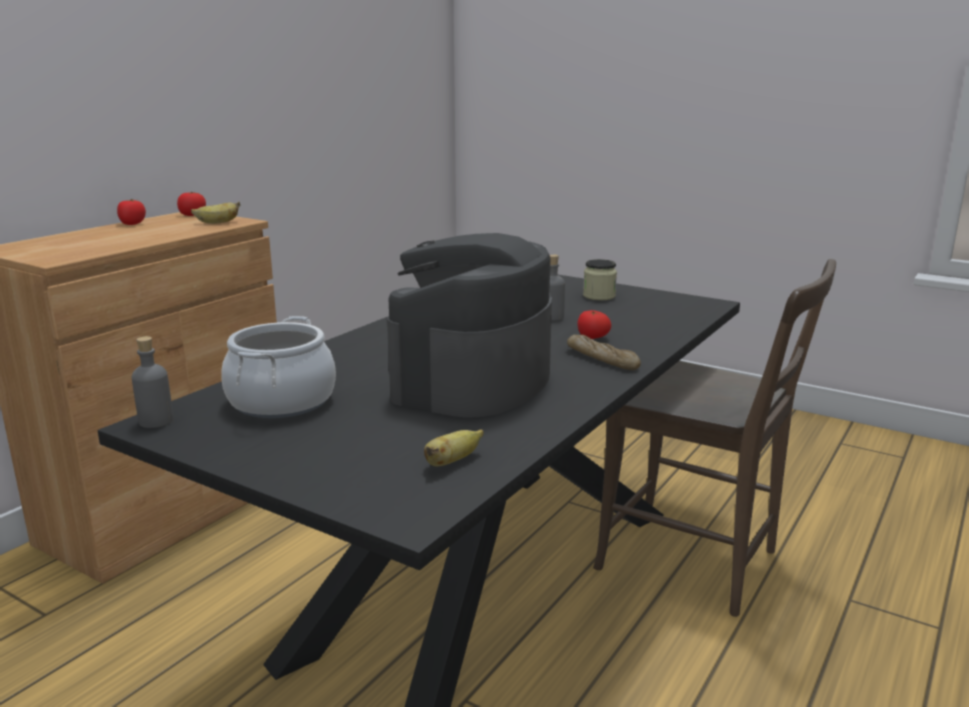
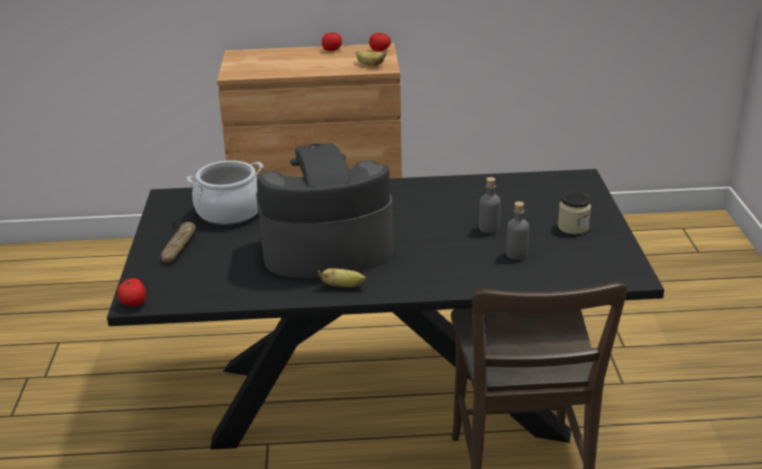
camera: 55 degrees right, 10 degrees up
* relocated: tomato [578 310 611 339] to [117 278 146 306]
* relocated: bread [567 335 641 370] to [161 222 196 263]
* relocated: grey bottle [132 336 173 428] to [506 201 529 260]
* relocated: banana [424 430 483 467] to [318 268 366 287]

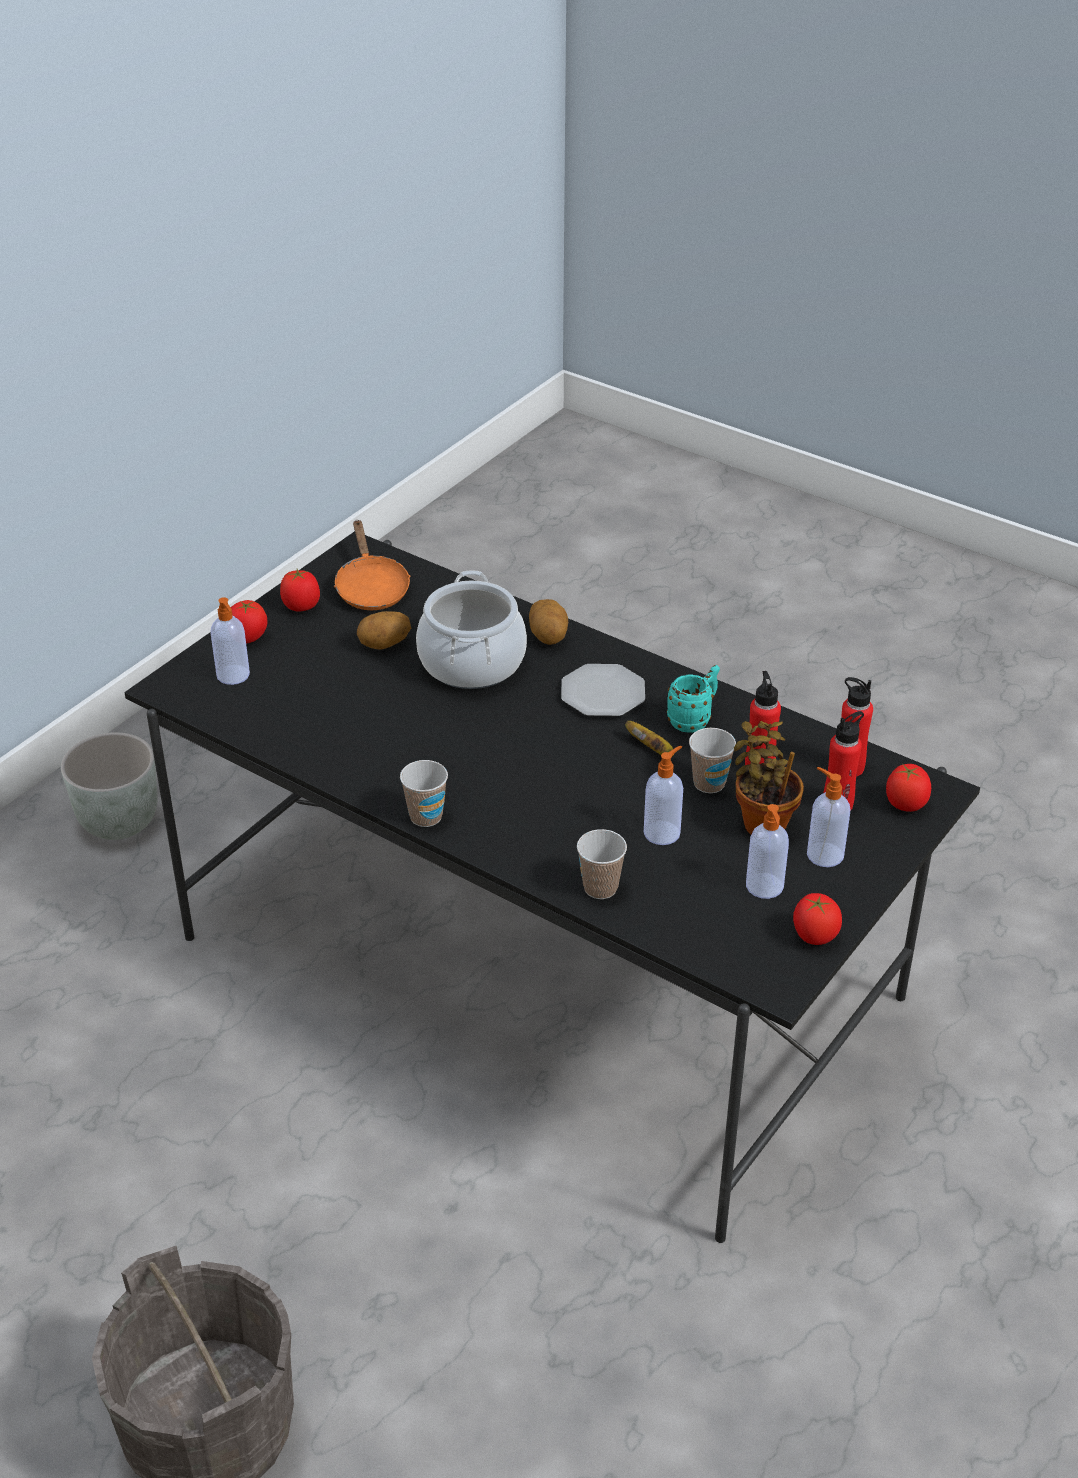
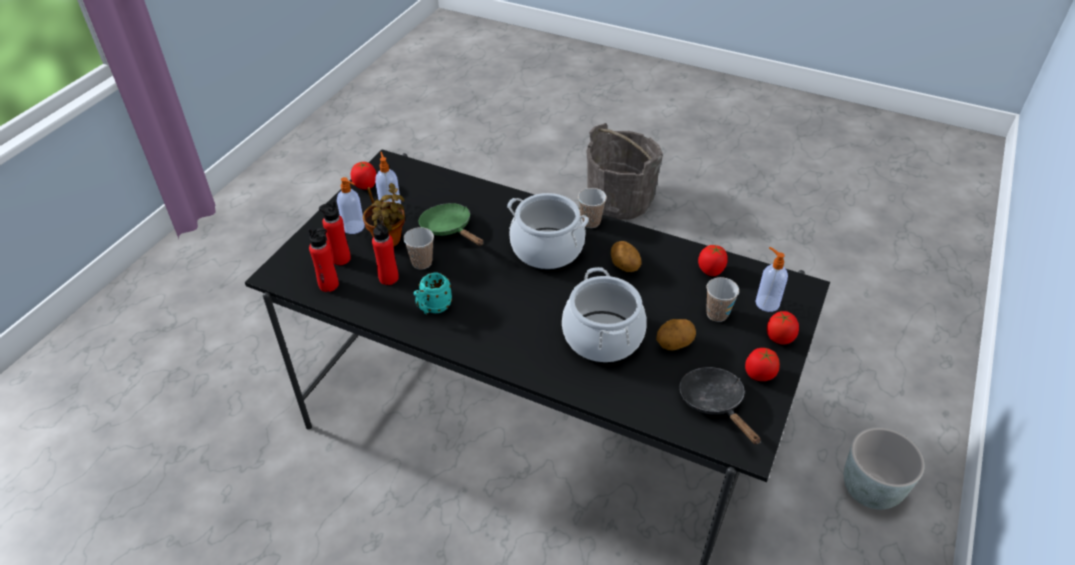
camera: 170 degrees right, 5 degrees up
* colour: orange frying pan [334 520 410 610] to black frying pan [679 367 761 444]
* relocated: potato [529 599 568 645] to [611 241 642 272]
* missing: plate [561 664 645 717]
* missing: banana [625 721 674 757]
* exchanged: soap dispenser [644 746 683 845] to green frying pan [419 203 484 246]
* relocated: tomato [886 764 931 812] to [698 245 728 276]
* relocated: cup [577 829 627 899] to [706 277 739 322]
* appeared: cooking pot [507 193 589 269]

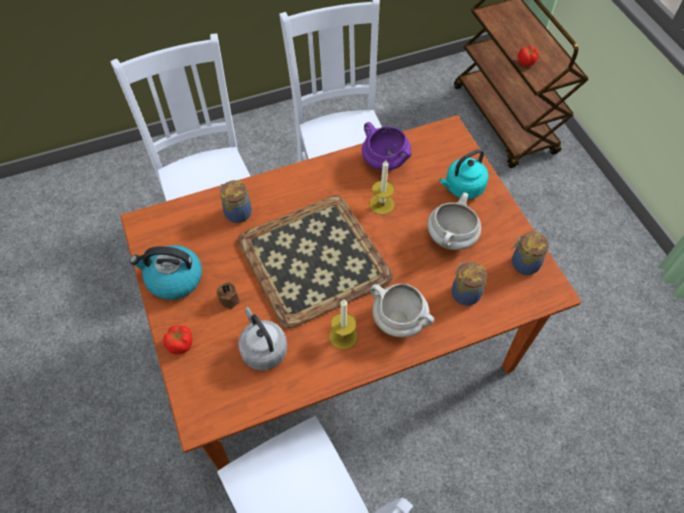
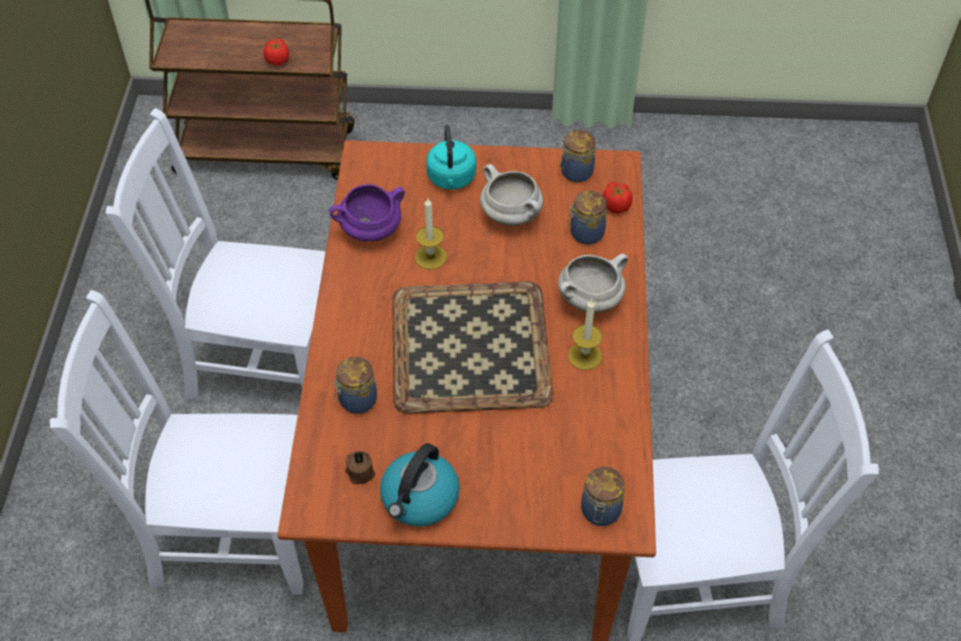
camera: 65 degrees left, 5 degrees down
* relocated: brown candle [216 282 240 309] to [345 451 375 484]
* missing: grey kettle [238 307 287 370]
* relocated: tomato [163 325 193 355] to [603 182 633 214]
* appeared: jar [581 467 625 526]

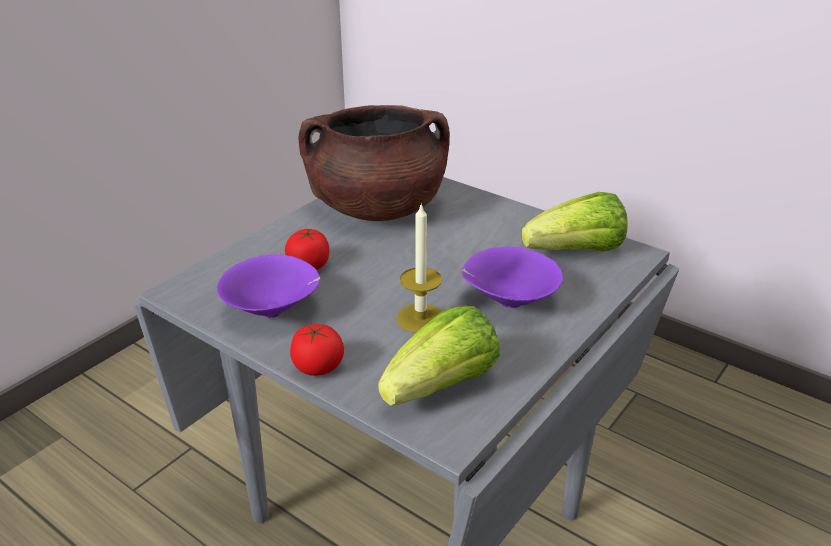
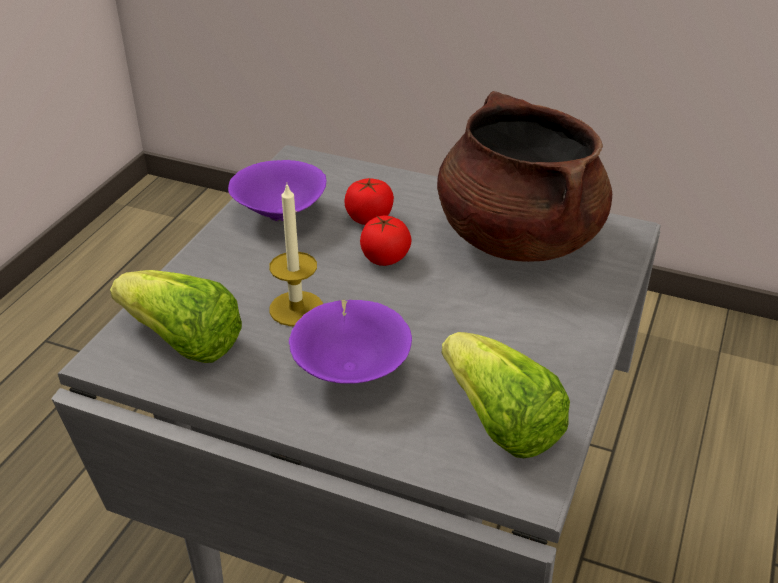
camera: 75 degrees right, 5 degrees up
* relocated: tomato [290 324 344 376] to [360 216 412 266]

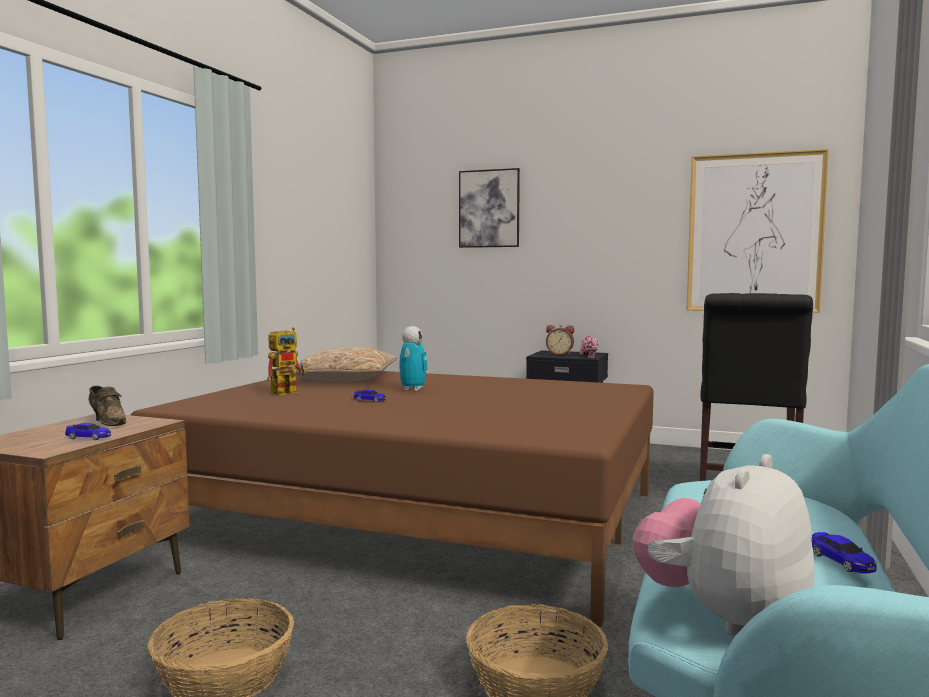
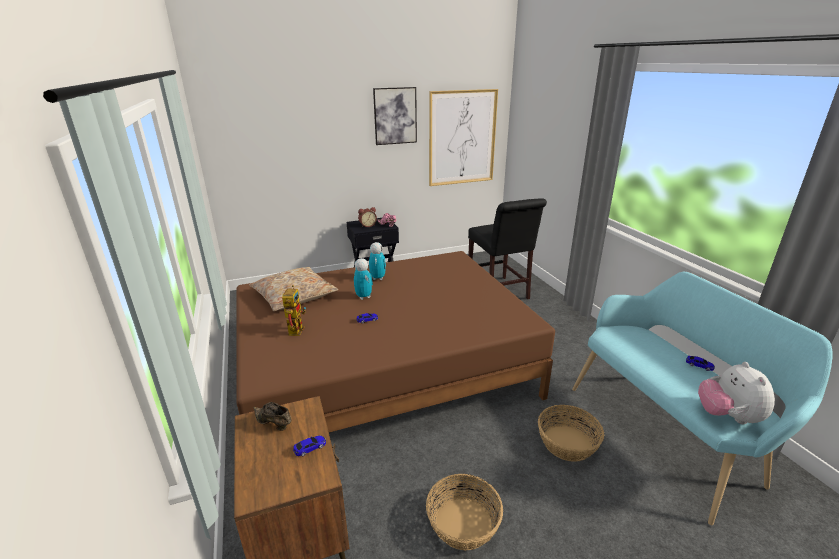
camera: 40 degrees left, 20 degrees up
* relocated: picture [459 168 520 248] to [373 87 417 145]
* spun: brown shoe [88 386 126 426] = [253 402 292 431] 150 degrees counterclockwise
* appeared: toy robot [369 242 386 280]

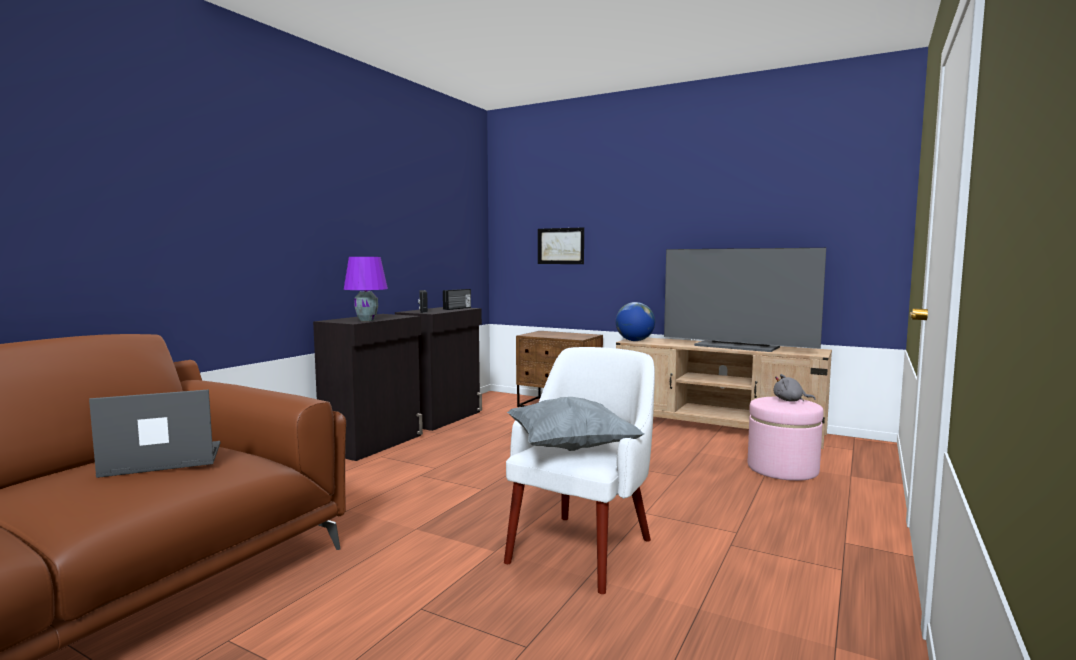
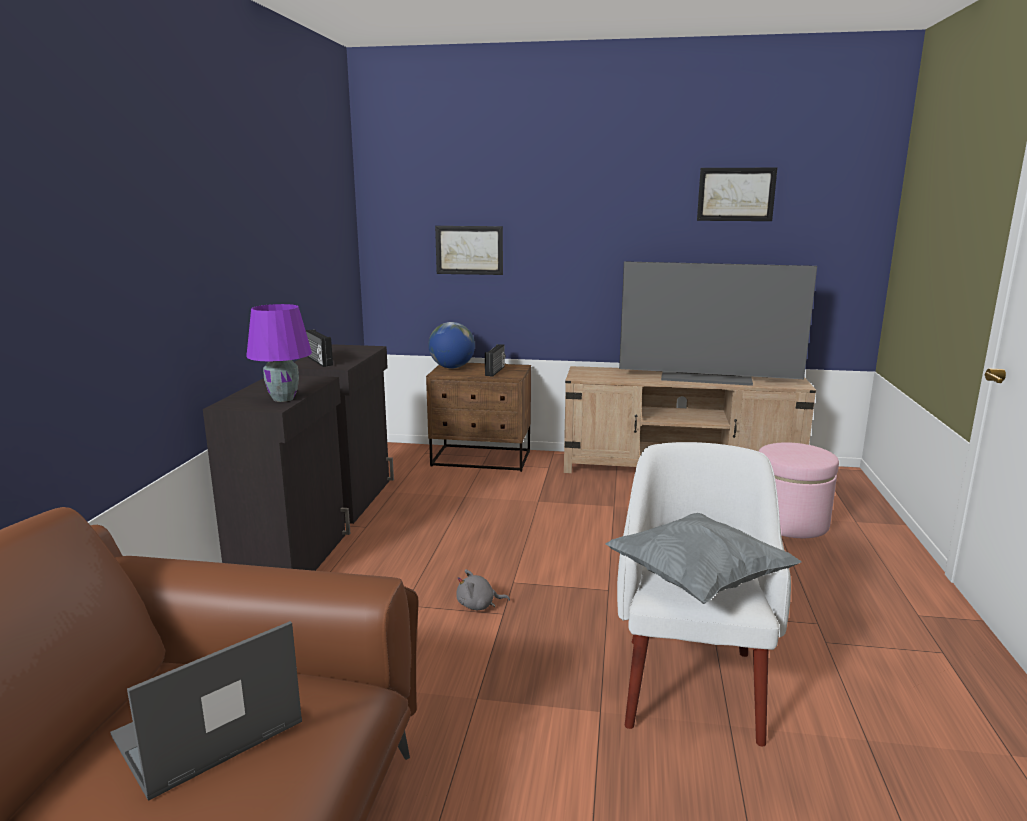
camera: 20 degrees left, 10 degrees up
* relocated: radio [443 289 471 310] to [485 344 505 376]
* relocated: globe [616 302 655 341] to [428 322 475 368]
* relocated: grey plush toy [774 374 816 402] to [456 569 510 610]
* appeared: picture [697 168 777 221]

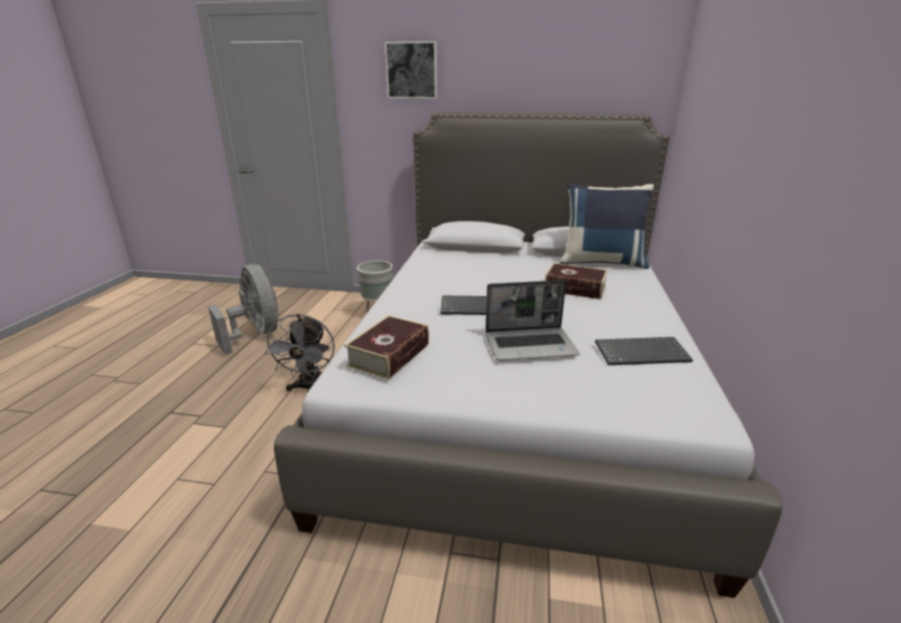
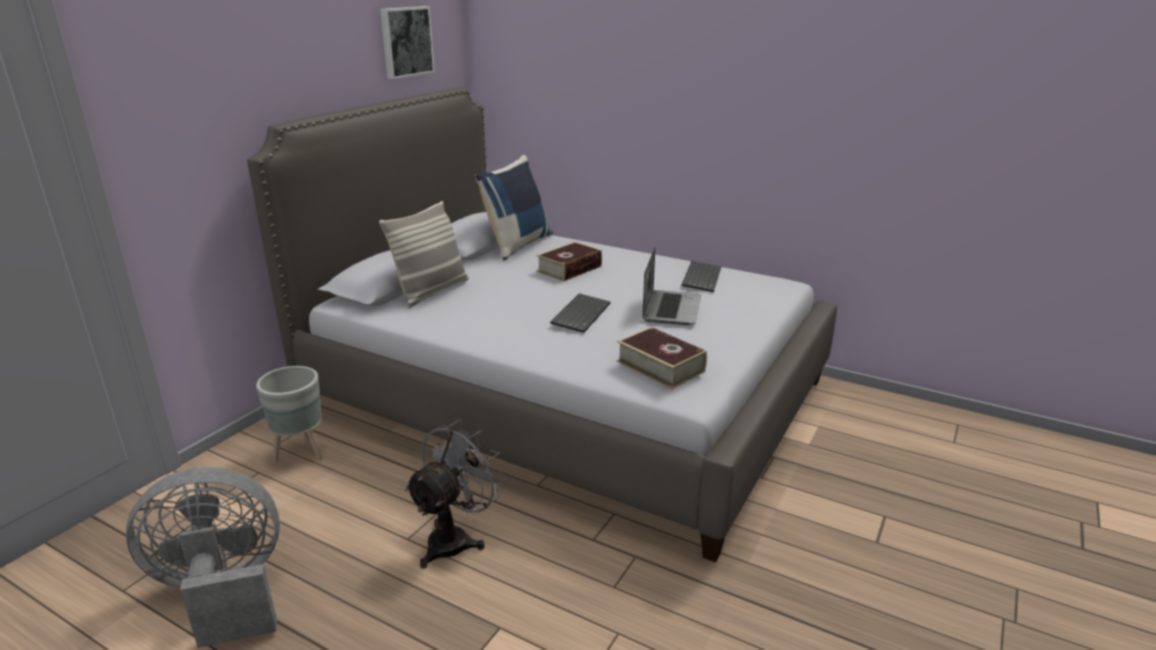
camera: 70 degrees left, 0 degrees up
* relocated: picture [385 41 438 99] to [380 6 435 79]
* spun: grey fan [264 314 335 392] = [404 420 507 569] 75 degrees counterclockwise
* appeared: pillow [379 201 469 309]

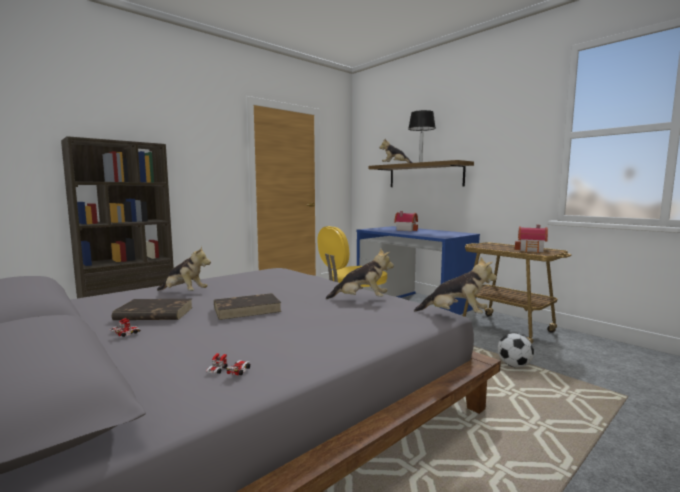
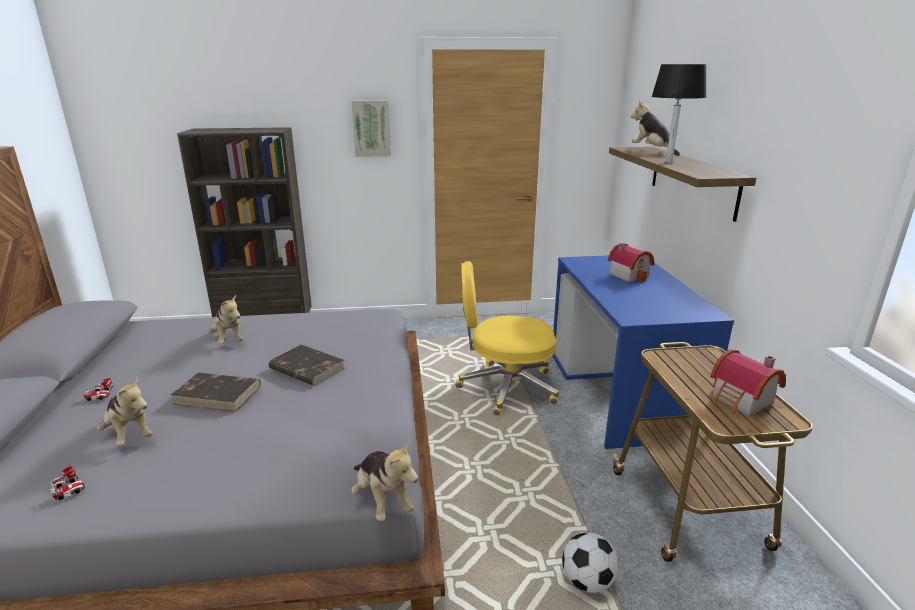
camera: 35 degrees right, 15 degrees up
* relocated: plush toy [326 248 394 299] to [97 376 153 446]
* relocated: brown book [112 299 193 320] to [268 345 345 386]
* appeared: picture [351 100 391 157]

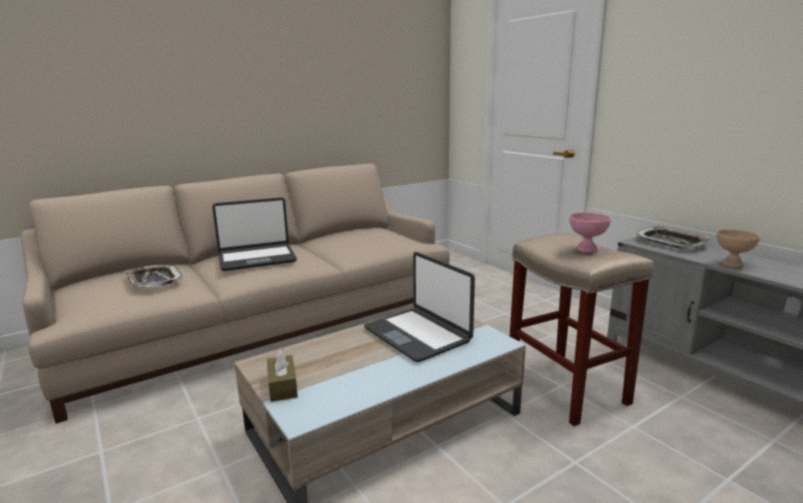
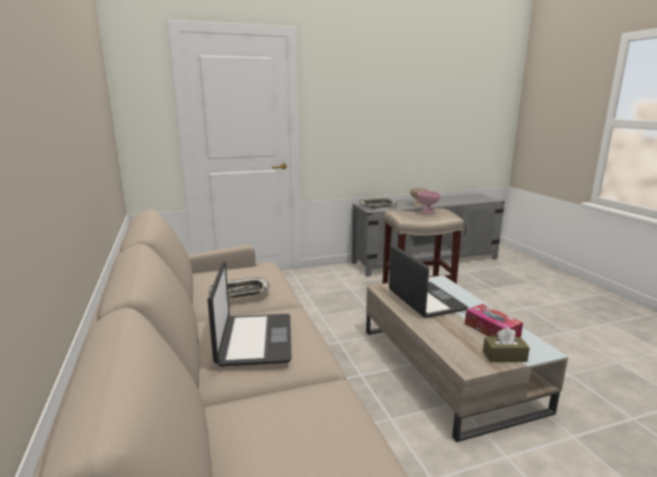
camera: 75 degrees left, 0 degrees up
* spun: laptop [364 252 475 362] = [389 245 468 318] 90 degrees counterclockwise
* relocated: tray [125 264 183 287] to [208 277 271 298]
* appeared: tissue box [465 304 523 337]

